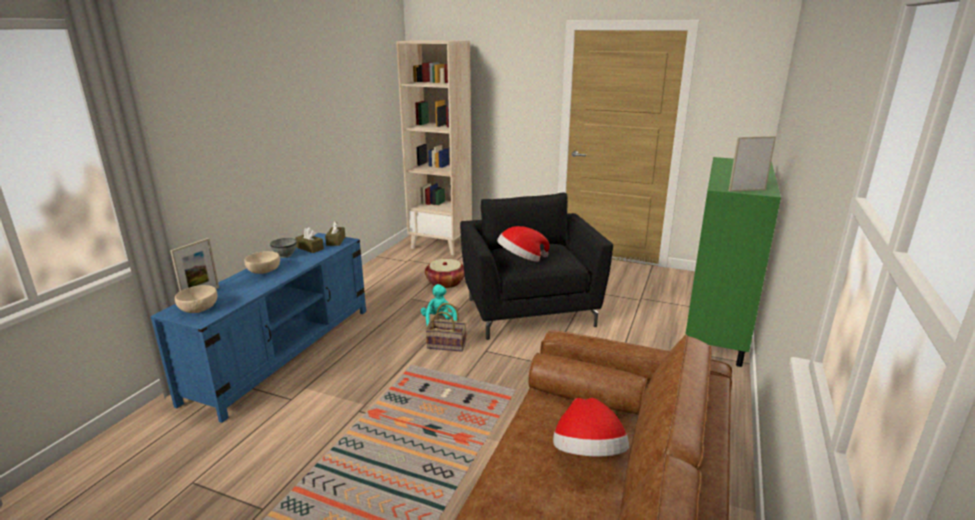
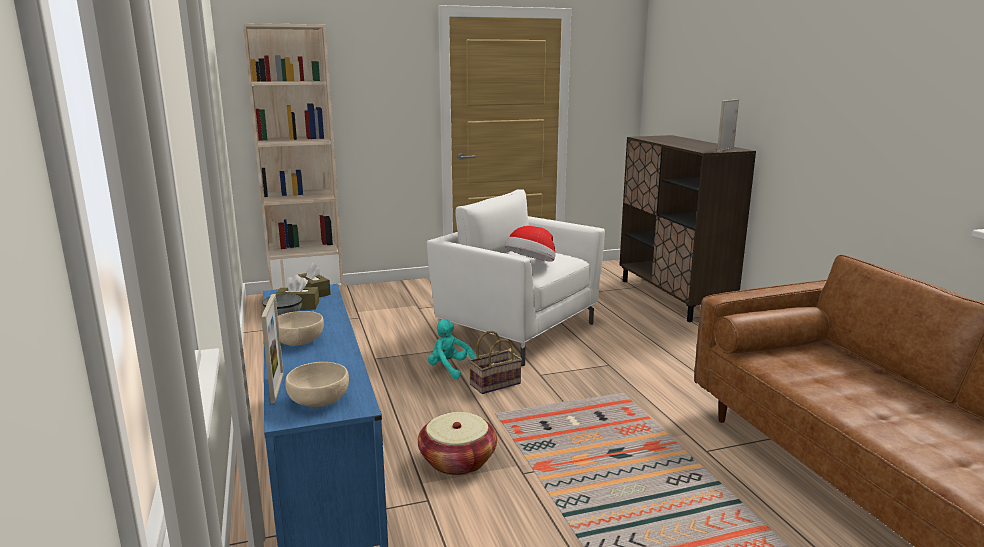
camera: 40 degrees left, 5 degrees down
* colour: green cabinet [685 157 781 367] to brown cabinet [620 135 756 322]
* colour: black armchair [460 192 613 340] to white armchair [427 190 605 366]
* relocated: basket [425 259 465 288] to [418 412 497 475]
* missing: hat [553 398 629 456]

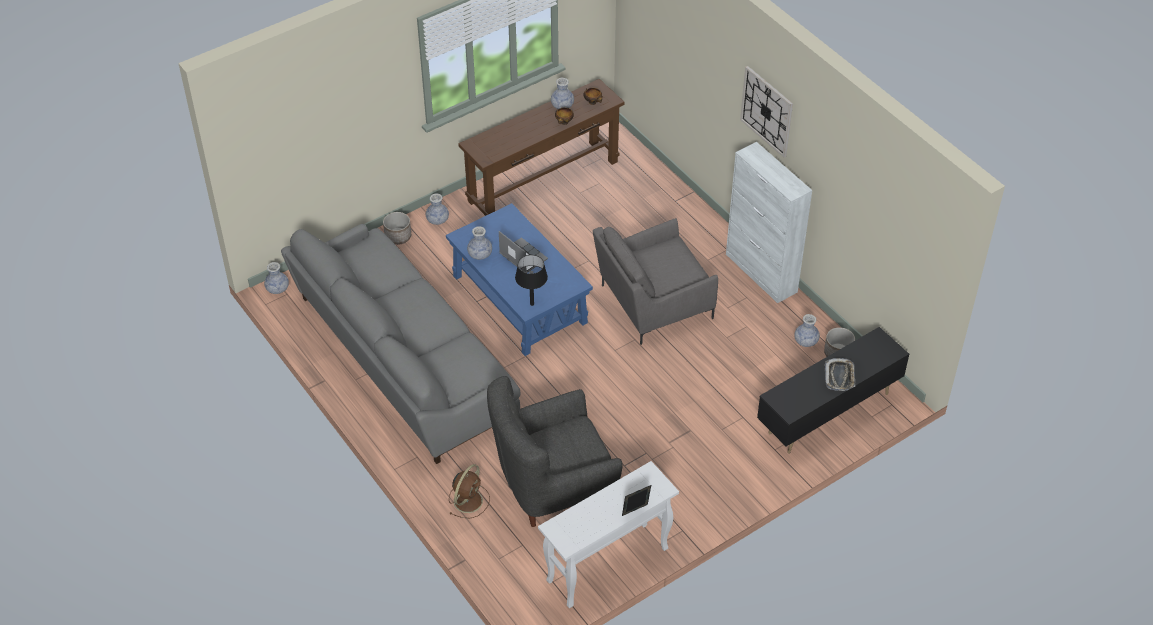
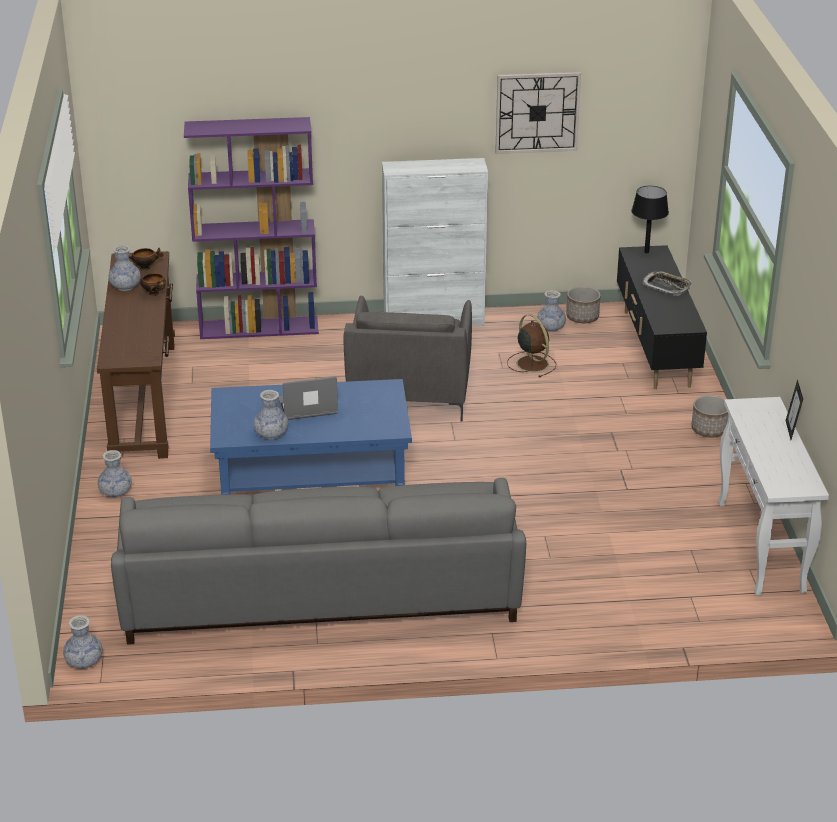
camera: 60 degrees left, 15 degrees down
* relocated: wall clock [740 66 793 158] to [495 72 581 154]
* relocated: planter [383 212 411 245] to [691 395 729 437]
* relocated: black table lamp [515 255 548 306] to [631 186 669 253]
* missing: grey armchair [487 376 623 527]
* relocated: brown fan [449 464 490 519] to [507 314 556 378]
* appeared: purple bookcase [184 117 319 339]

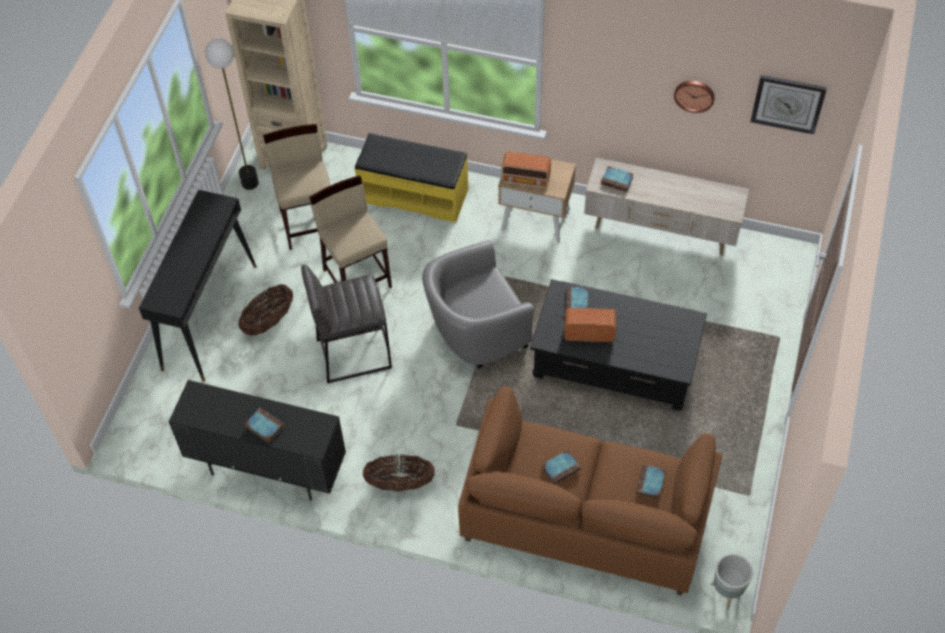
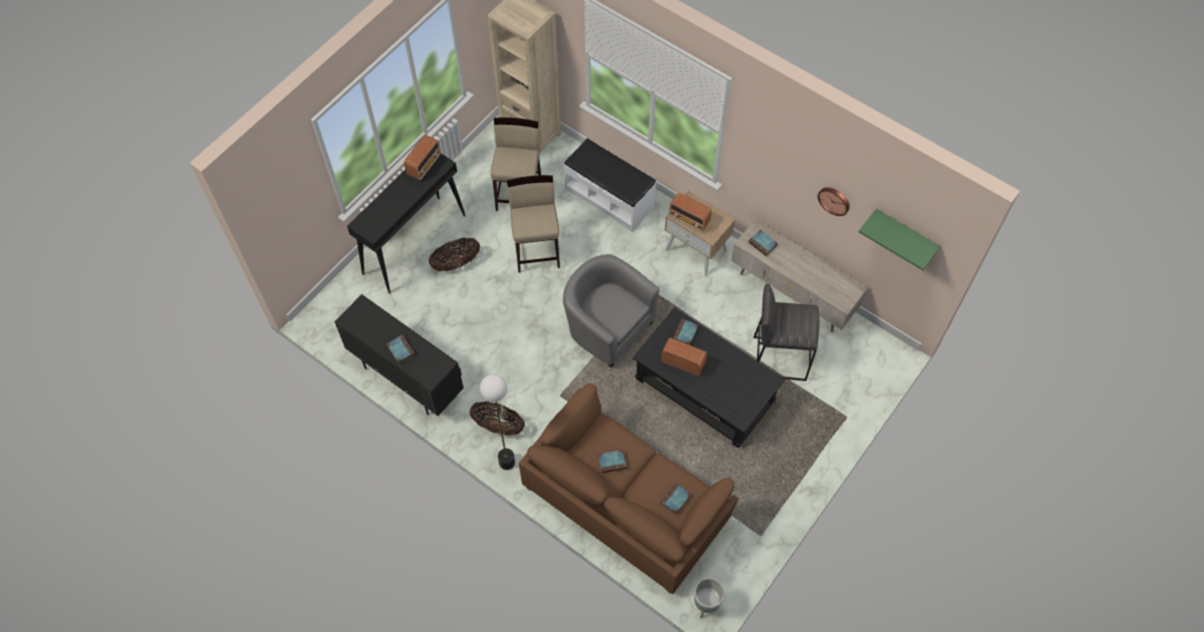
camera: 20 degrees right, 5 degrees up
* relocated: floor lamp [205 38 259 190] to [480 374 515 470]
* exchanged: wall clock [750 75 827 135] to green shelf [859 209 941 270]
* colour: yellow bench [354 133 468 223] to white bench [564 138 656 232]
* spun: grey armchair [422 240 535 368] = [563 254 660 367] 45 degrees clockwise
* relocated: grey stool [301 265 392 383] to [753 284 819 381]
* appeared: radio [404 135 441 180]

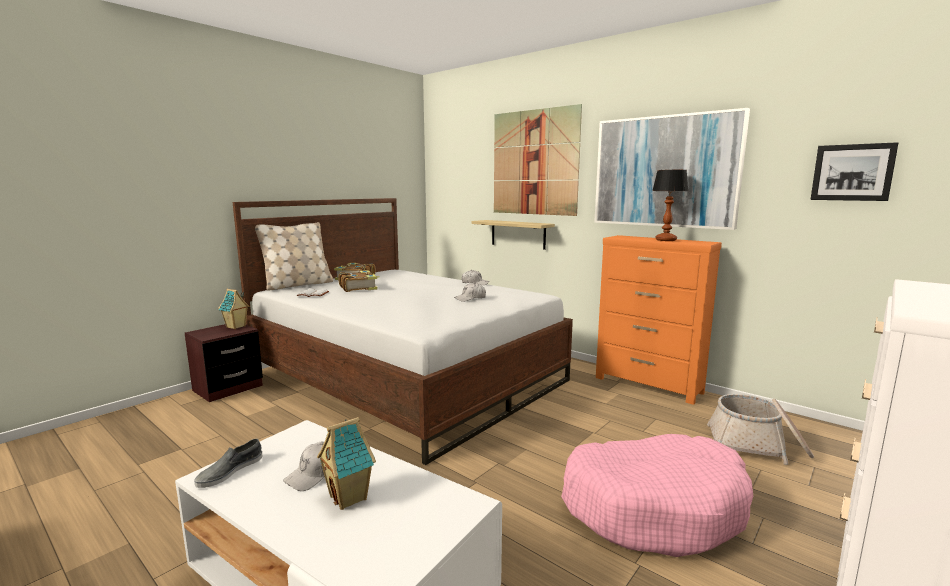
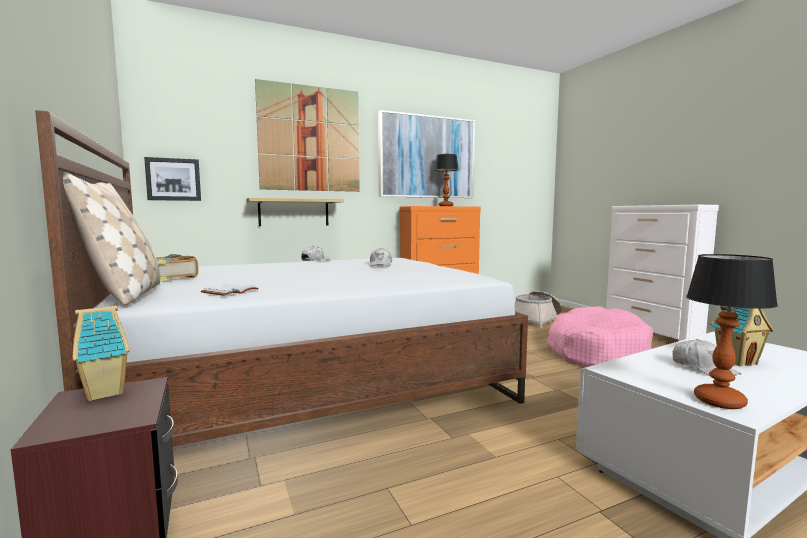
camera: 65 degrees left, 5 degrees down
* relocated: picture [810 142 899 201] to [144 157 201 201]
* missing: book [338 270 380 292]
* exchanged: grey shoe [194 438 262 488] to table lamp [686 254 778 409]

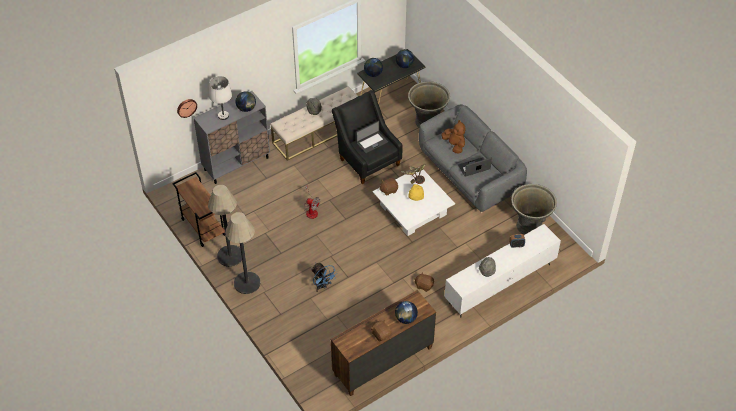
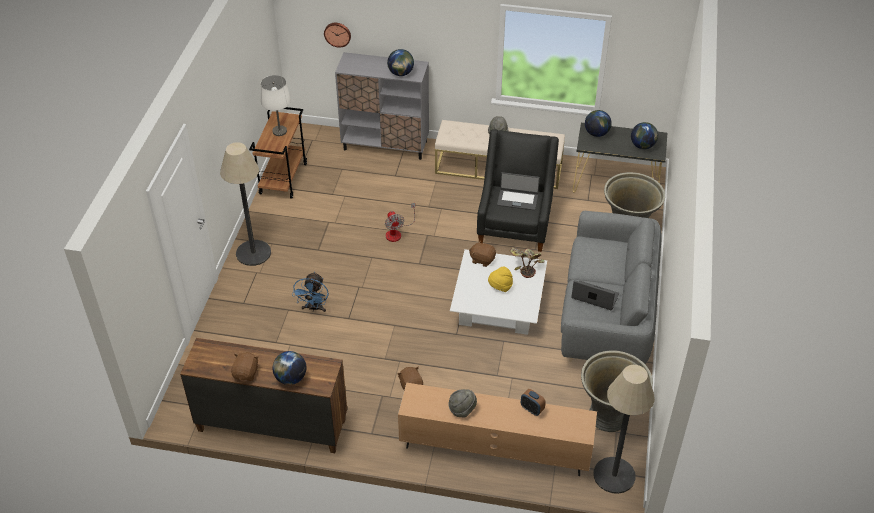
camera: 45 degrees right, 5 degrees down
* relocated: white table lamp [209 76 232 120] to [261 75 291 136]
* missing: brown plush toy [441 120 465 154]
* relocated: floor lamp [208 185 242 267] to [594 365 655 494]
* colour: white tv stand [444 224 561 317] to brown tv stand [398 383 597 476]

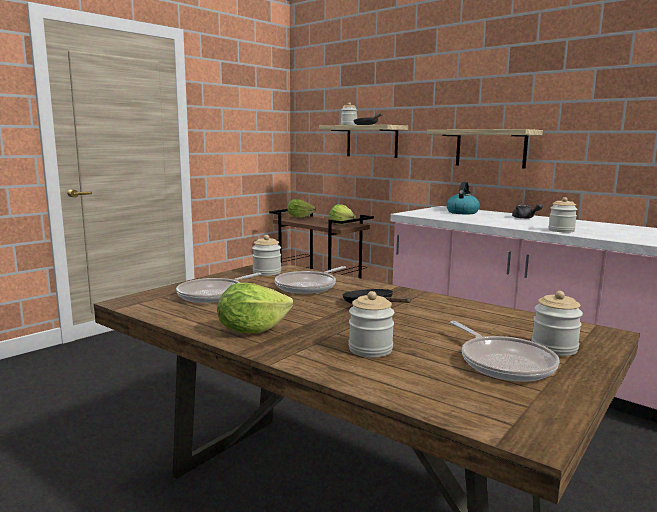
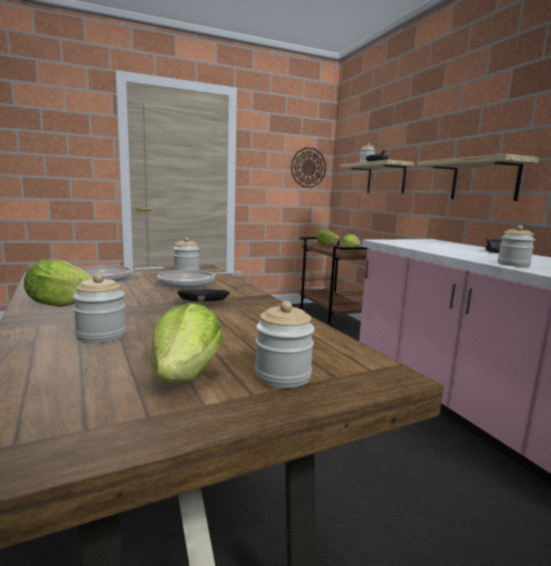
camera: 25 degrees right, 0 degrees up
* missing: kettle [446 182 480 214]
* exchanged: frying pan [450 321 560 382] to lettuce [151 303 223 385]
* appeared: wall clock [291 147 326 188]

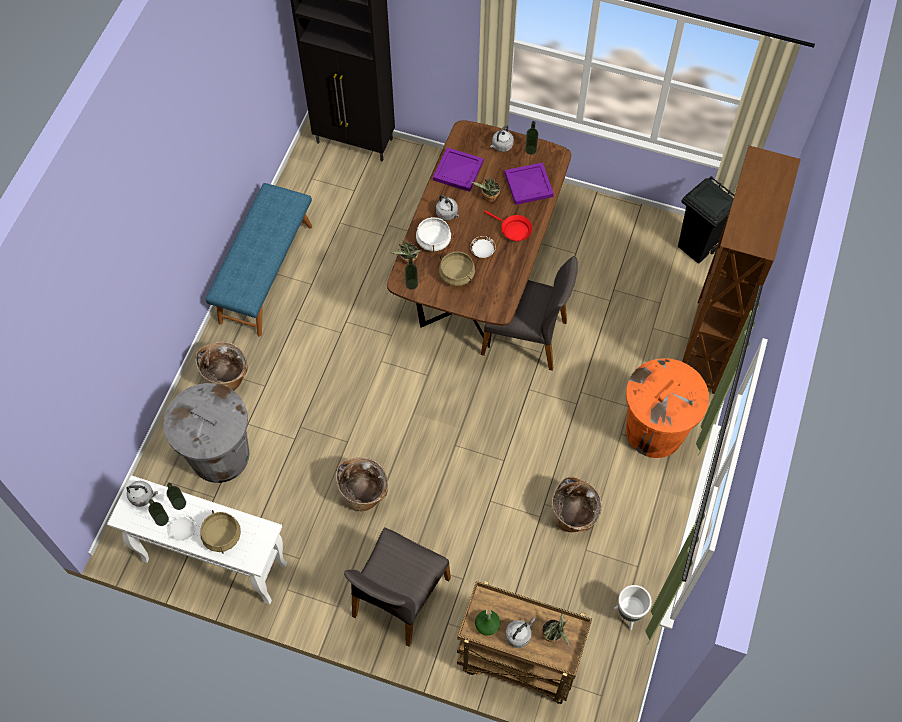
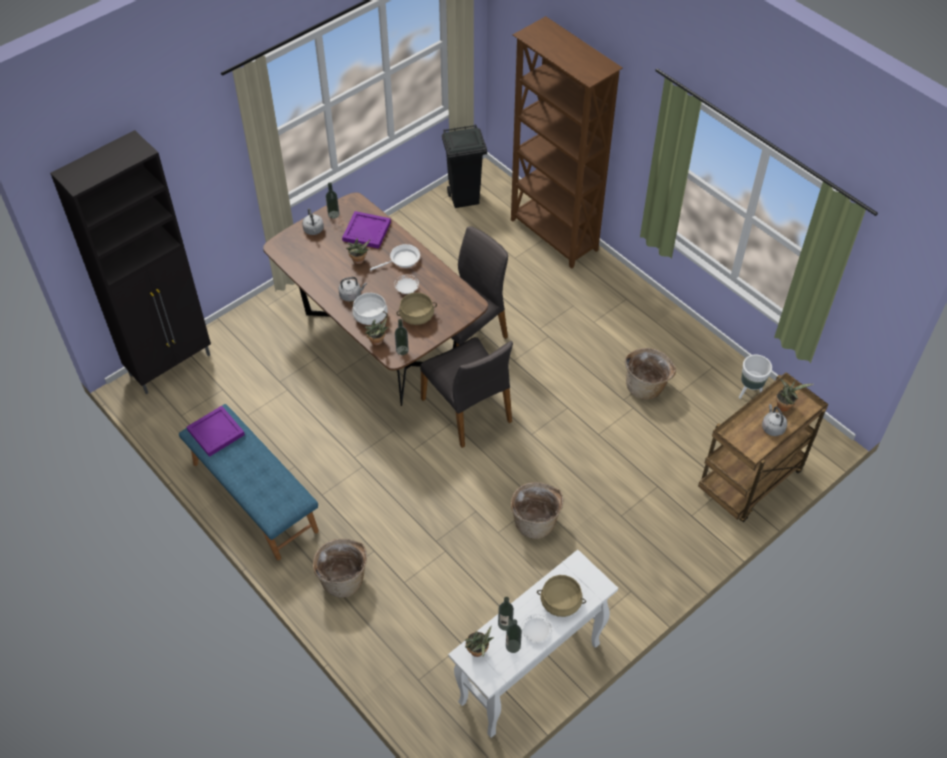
camera: 60 degrees left, 10 degrees down
* relocated: purple tray [433 147 484 192] to [187 406 245 457]
* colour: red frying pan [484 210 533 241] to white frying pan [370 244 420 271]
* missing: orange trash can [626 358 709 458]
* missing: grey trash can [163 383 249 483]
* exchanged: grey kettle [126 481 158 507] to potted plant [465 626 494 657]
* relocated: grey chair [344 527 451 647] to [420 337 513 448]
* missing: green bottle [475 610 500 636]

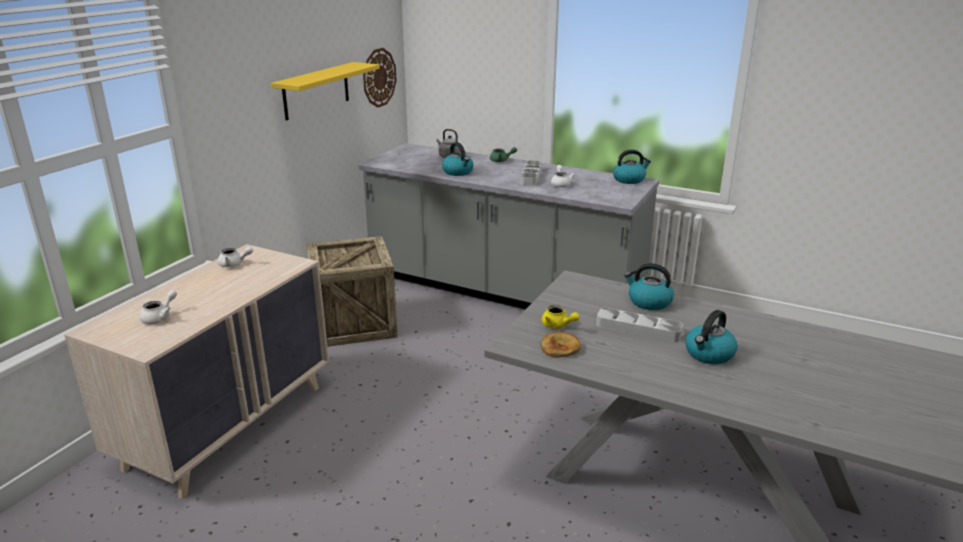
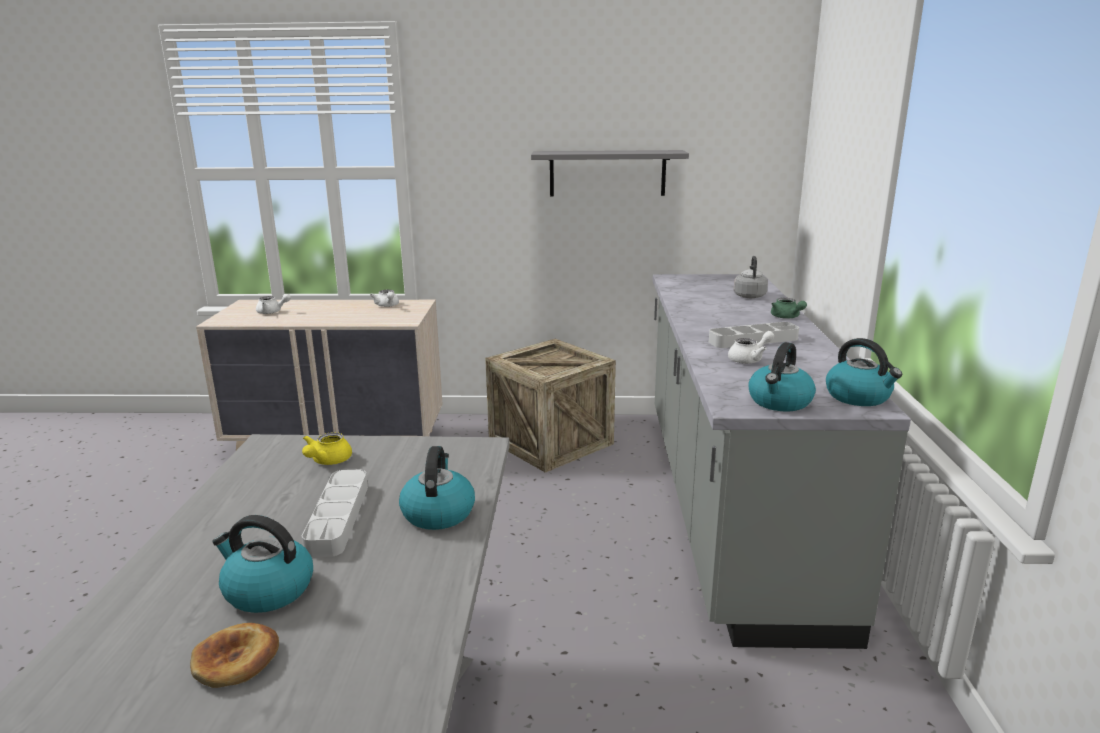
camera: 65 degrees right, 5 degrees down
* missing: wall clock [363 48 396 107]
* colour: yellow shelf [271 62 380 121] to grey shelf [531 150 689 196]
* relocated: kettle [442 142 474 176] to [748 342 816 412]
* relocated: bread [540 332 581 358] to [190 623 279 688]

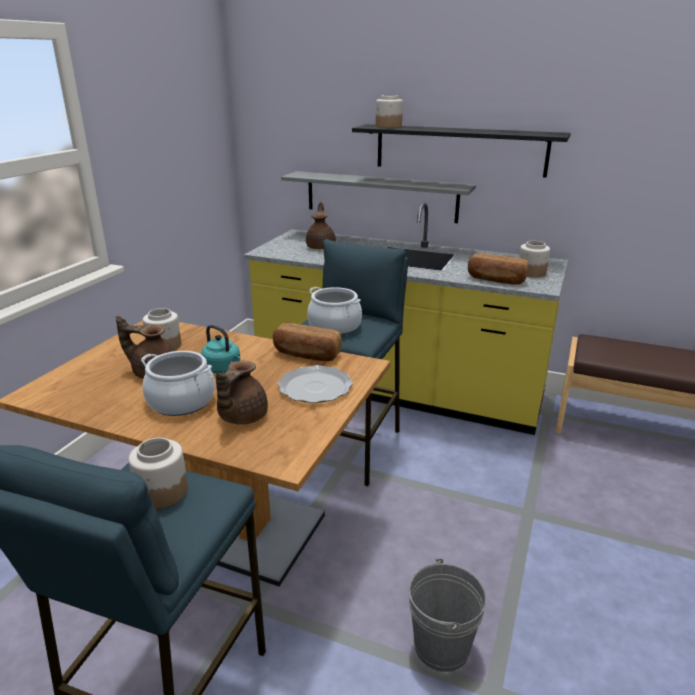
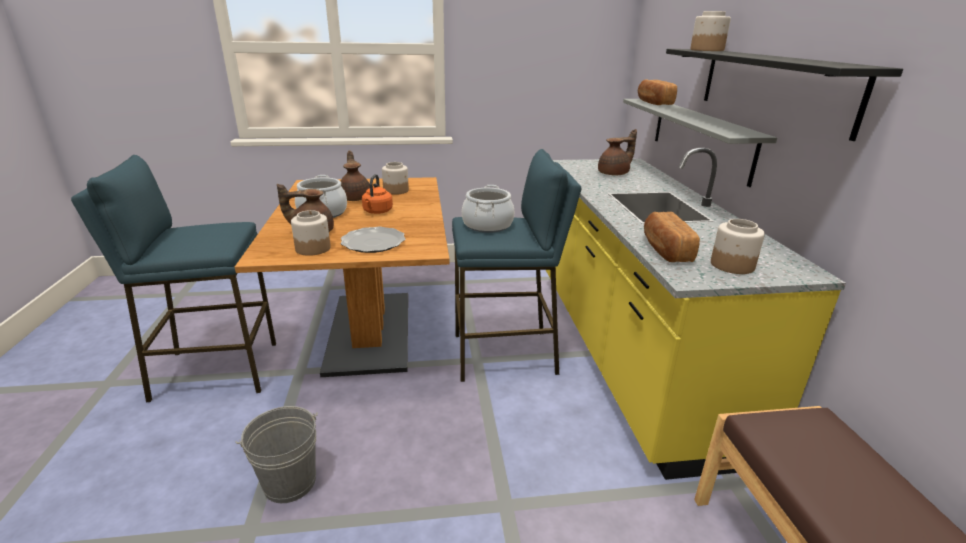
camera: 60 degrees right, 0 degrees up
* relocated: bread [273 323 342 361] to [638 79 677 105]
* colour: turquoise kettle [201 325 240 374] to orange kettle [362 174 393 214]
* relocated: jar [128 438 188 509] to [291 210 331 256]

